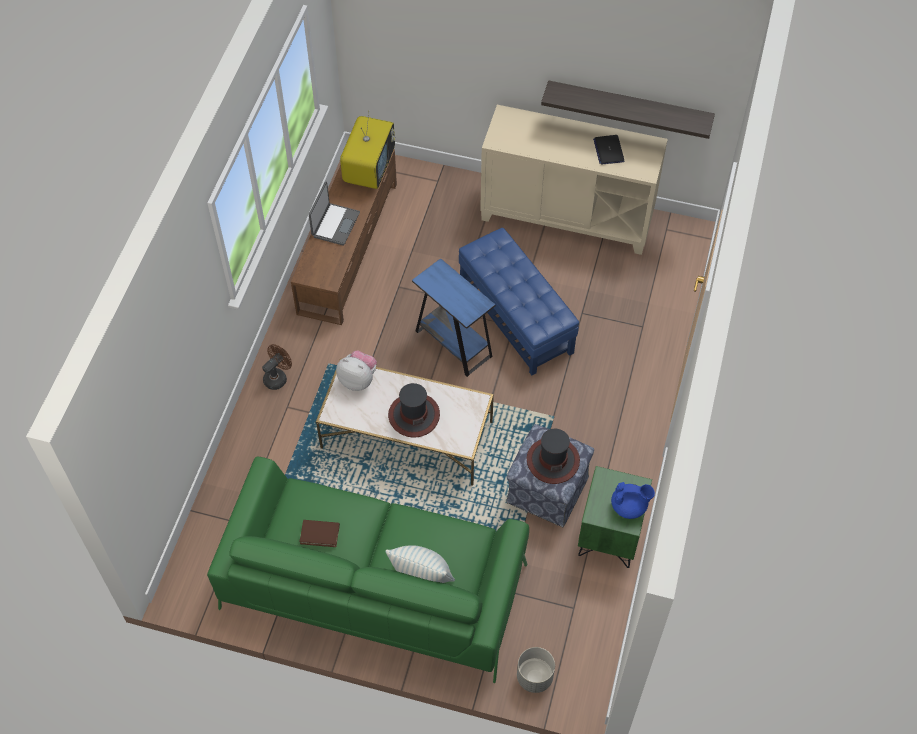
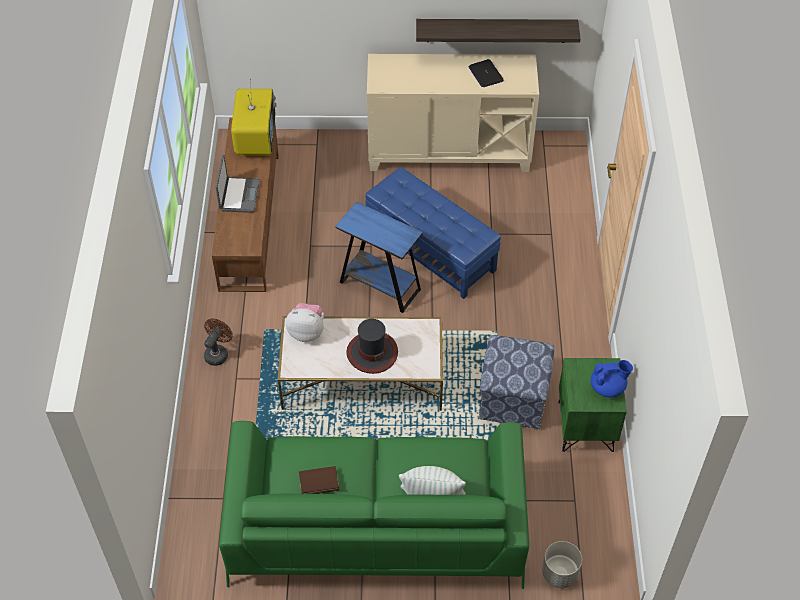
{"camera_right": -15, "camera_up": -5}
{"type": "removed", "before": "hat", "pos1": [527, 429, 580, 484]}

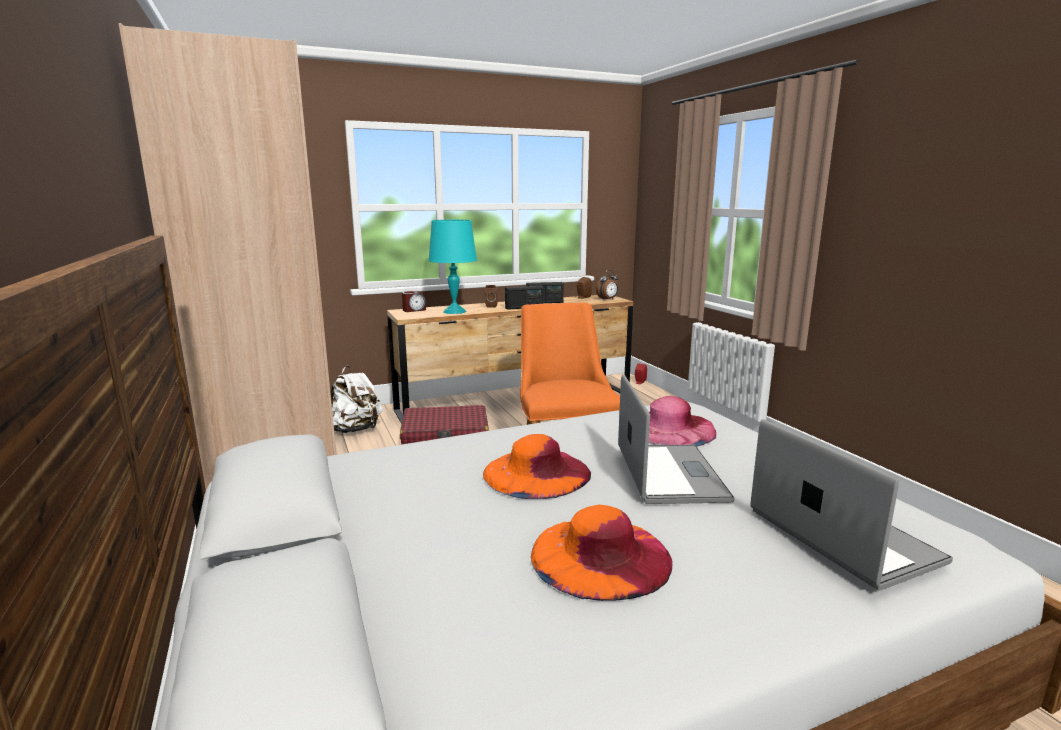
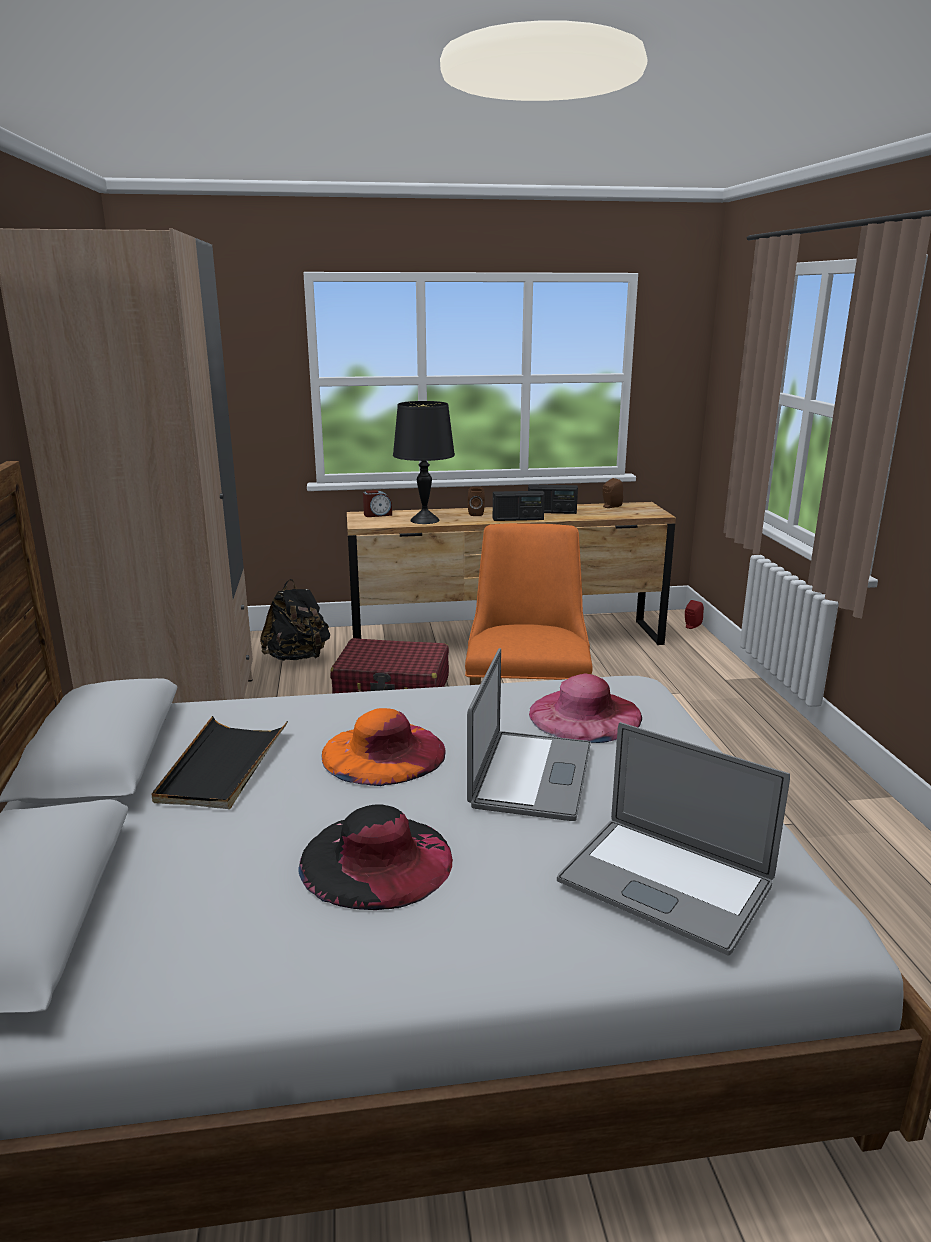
{"camera_right": 15, "camera_up": 5}
{"type": "removed", "before": "alarm clock", "pos1": [596, 270, 619, 299]}
{"type": "added", "after": "black tray", "pos2": [151, 716, 288, 809]}
{"type": "recoloured", "before": "white backpack", "after": "black backpack", "pos1": [330, 365, 383, 433], "pos2": [260, 579, 330, 661]}
{"type": "recoloured", "before": "turquoise table lamp", "after": "black table lamp", "pos1": [428, 220, 477, 314], "pos2": [393, 401, 455, 524]}
{"type": "recoloured", "before": "orange hat", "after": "black hat", "pos1": [531, 505, 673, 601], "pos2": [298, 804, 453, 910]}
{"type": "turned", "before": "laptop", "pos1": [750, 419, 953, 591], "pos2": [557, 722, 790, 956], "turn": 135}

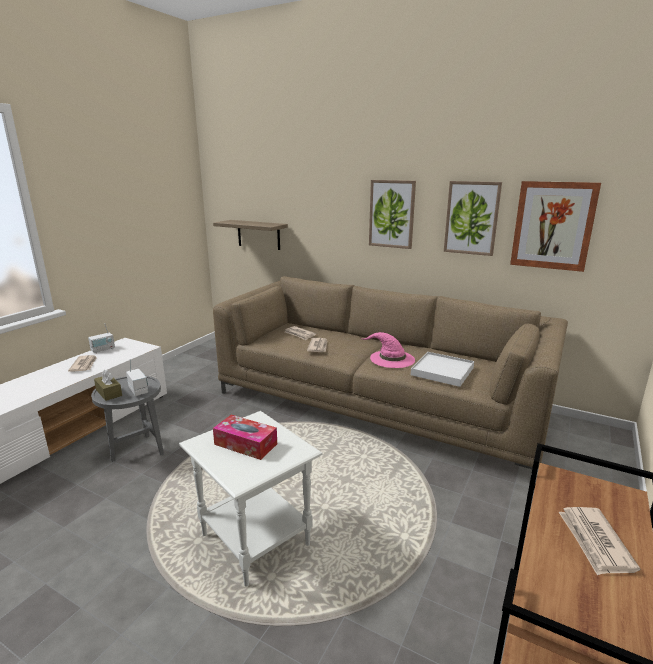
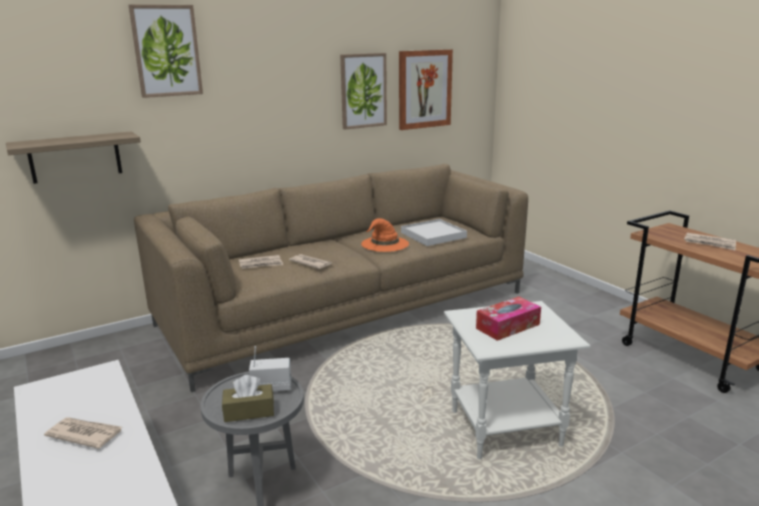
{"camera_right": -60, "camera_up": 0}
{"type": "removed", "before": "radio", "pos1": [88, 325, 115, 353]}
{"type": "moved", "before": "picture", "pos1": [369, 180, 416, 249], "pos2": [129, 5, 203, 98]}
{"type": "recoloured", "before": "pink hat", "after": "orange hat", "pos1": [360, 332, 415, 368], "pos2": [361, 218, 409, 252]}

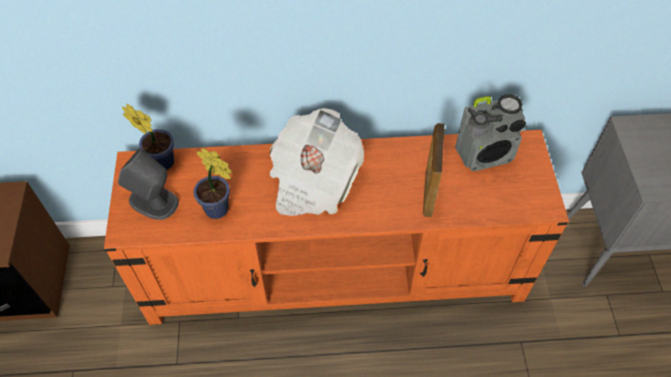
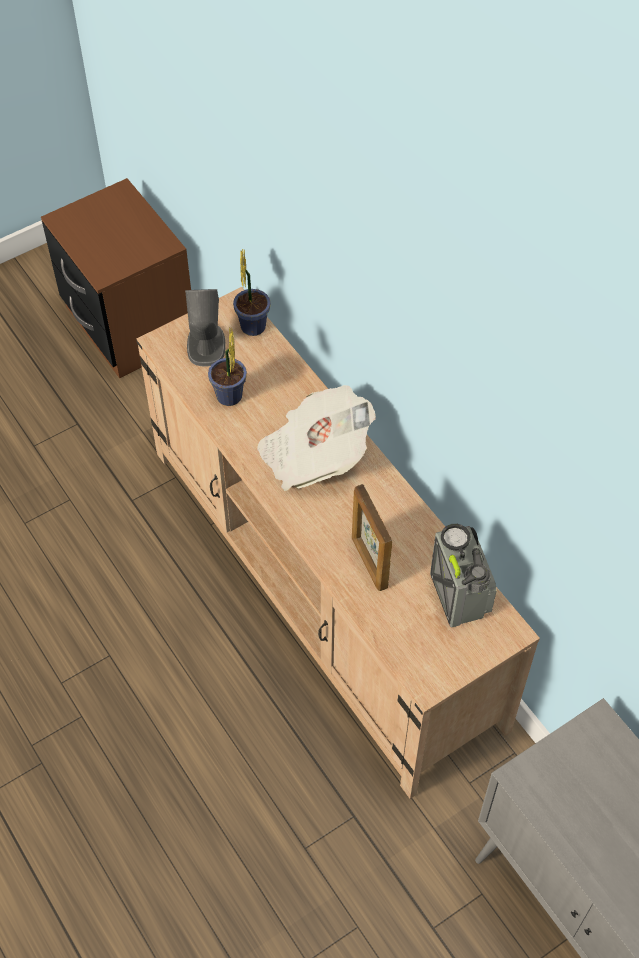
{"camera_right": 60, "camera_up": 0}
{"type": "recoloured", "before": "orange tv stand", "after": "beige tv stand", "pos1": [104, 130, 569, 325], "pos2": [136, 287, 540, 799]}
{"type": "turned", "before": "picture frame", "pos1": [423, 123, 445, 217], "pos2": [352, 484, 392, 591], "turn": -90}
{"type": "turned", "before": "radio", "pos1": [455, 94, 526, 171], "pos2": [430, 524, 497, 627], "turn": -150}

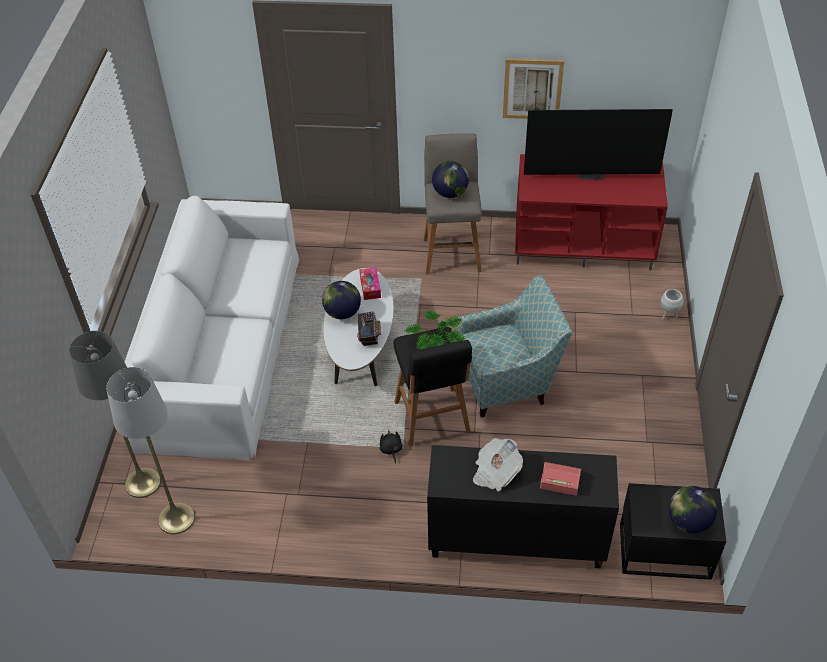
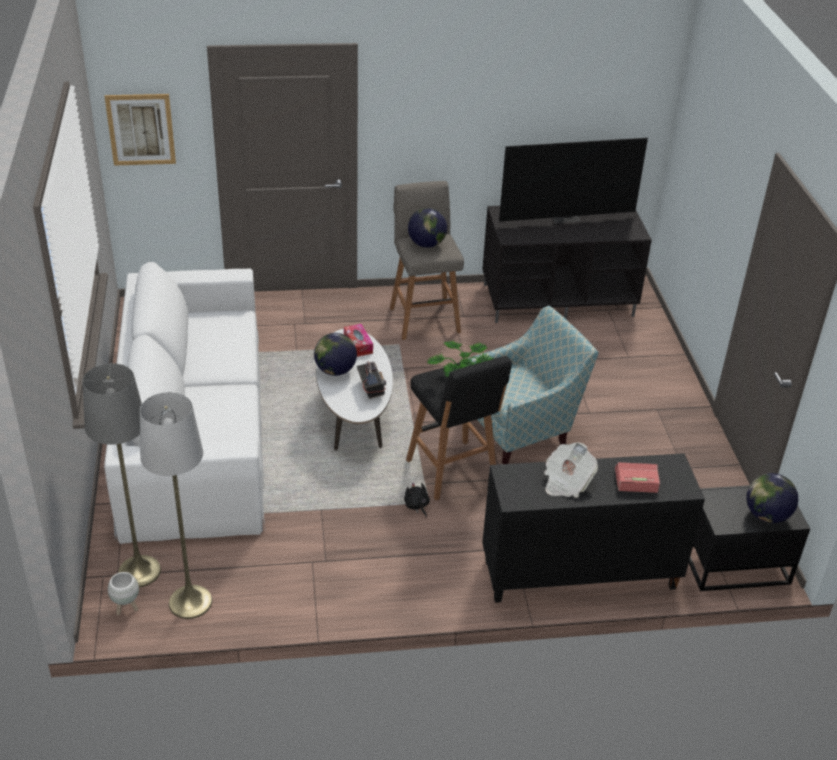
{"camera_right": -15, "camera_up": -10}
{"type": "moved", "before": "picture", "pos1": [503, 59, 564, 119], "pos2": [104, 94, 176, 166]}
{"type": "moved", "before": "white planter", "pos1": [661, 289, 683, 320], "pos2": [108, 572, 139, 615]}
{"type": "recoloured", "before": "red tv stand", "after": "black tv stand", "pos1": [515, 154, 668, 270], "pos2": [482, 206, 652, 323]}

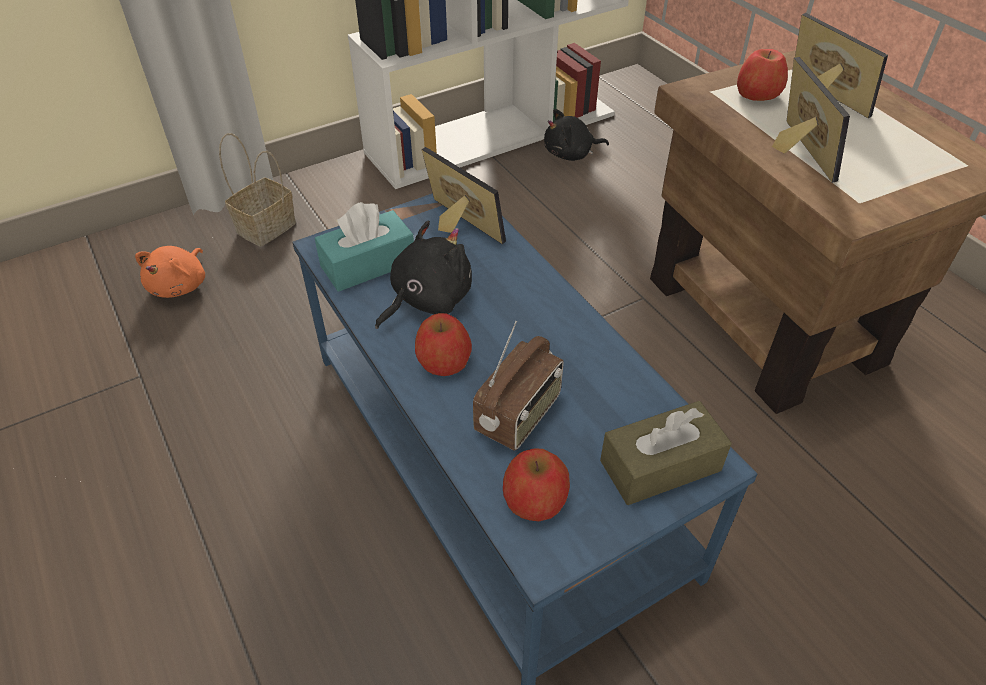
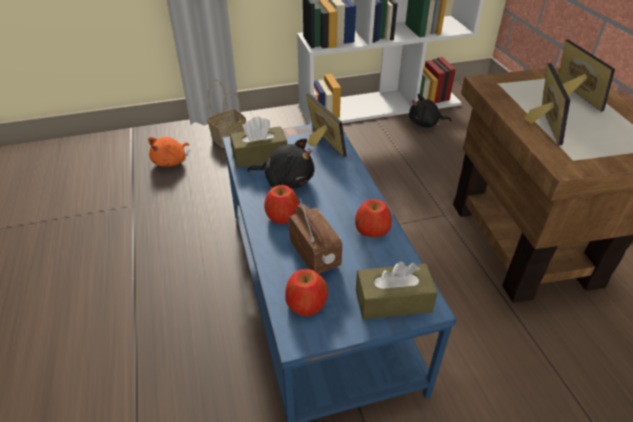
{"camera_right": 15, "camera_up": -5}
{"type": "moved", "before": "apple", "pos1": [737, 49, 788, 101], "pos2": [355, 199, 392, 237]}
{"type": "recoloured", "before": "turquoise tissue box", "after": "brown tissue box", "pos1": [315, 202, 414, 292], "pos2": [230, 116, 287, 168]}
{"type": "turned", "before": "black plush toy", "pos1": [375, 221, 472, 329], "pos2": [247, 138, 315, 189], "turn": 45}
{"type": "turned", "before": "radio", "pos1": [473, 321, 563, 451], "pos2": [289, 198, 342, 274], "turn": -75}

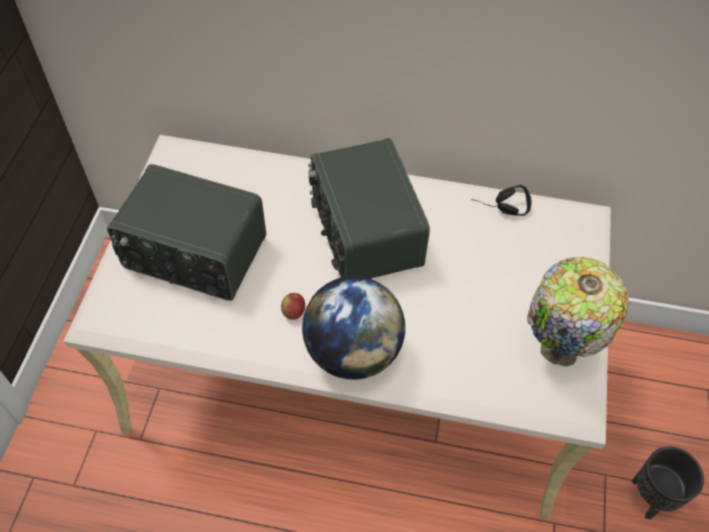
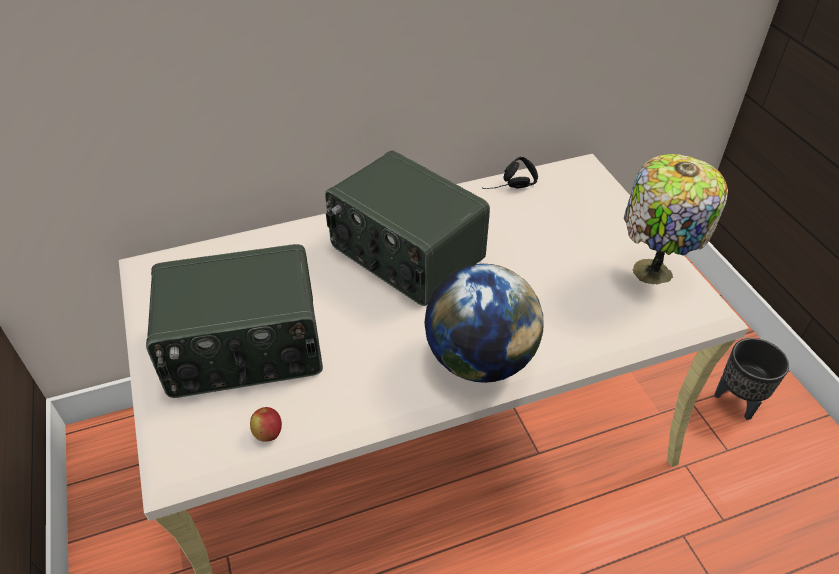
{"camera_right": -30, "camera_up": -10}
{"type": "moved", "before": "apple", "pos1": [281, 293, 305, 320], "pos2": [250, 407, 282, 442]}

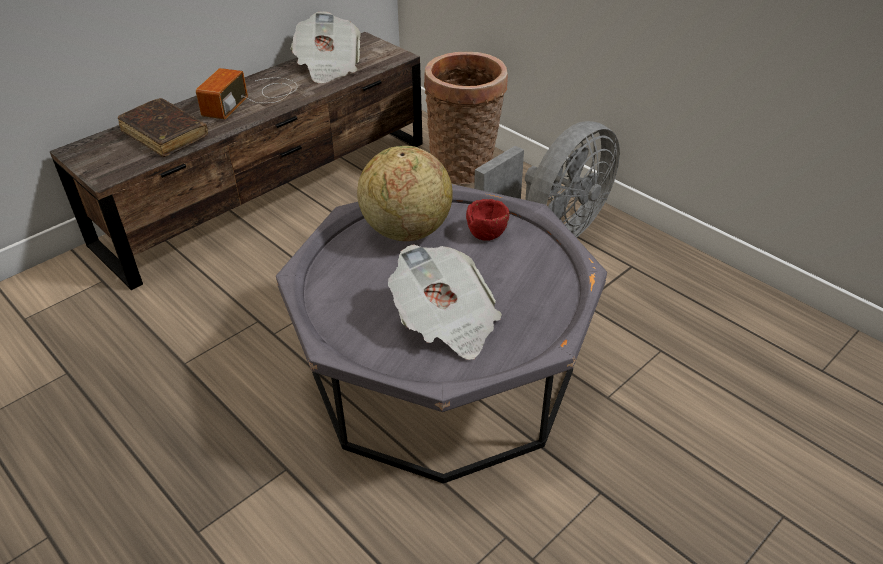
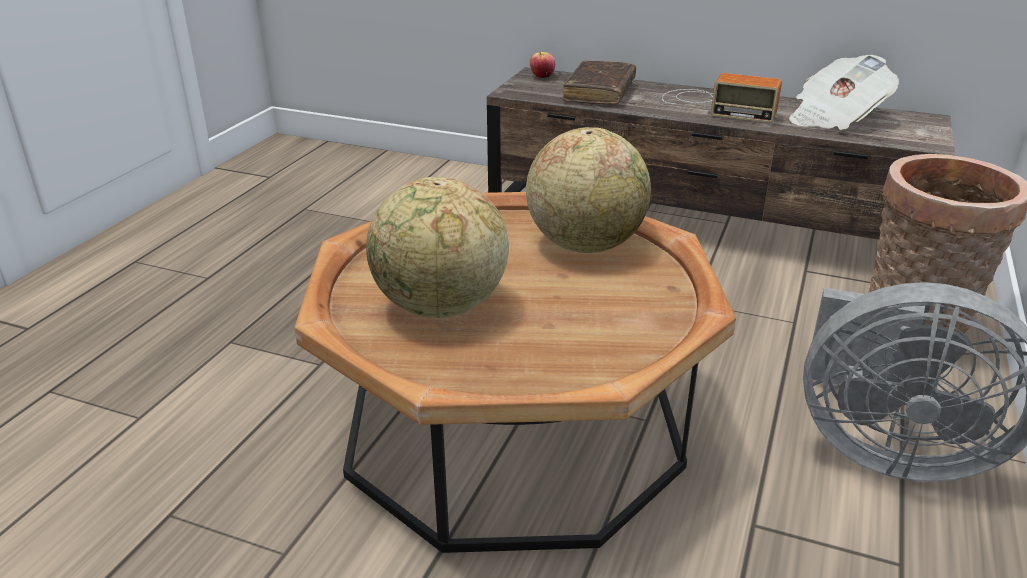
{"camera_right": 65, "camera_up": -10}
{"type": "removed", "before": "red bowl", "pos1": [466, 199, 509, 241]}
{"type": "added", "after": "apple", "pos2": [530, 52, 555, 78]}
{"type": "replaced", "before": "newspaper", "after": "globe", "pos1": [388, 245, 502, 360], "pos2": [366, 177, 509, 318]}
{"type": "recoloured", "before": "grey coffee table", "after": "brown coffee table", "pos1": [276, 184, 607, 484], "pos2": [294, 192, 736, 553]}
{"type": "turned", "before": "radio", "pos1": [196, 68, 298, 119], "pos2": [662, 73, 782, 123], "turn": -150}

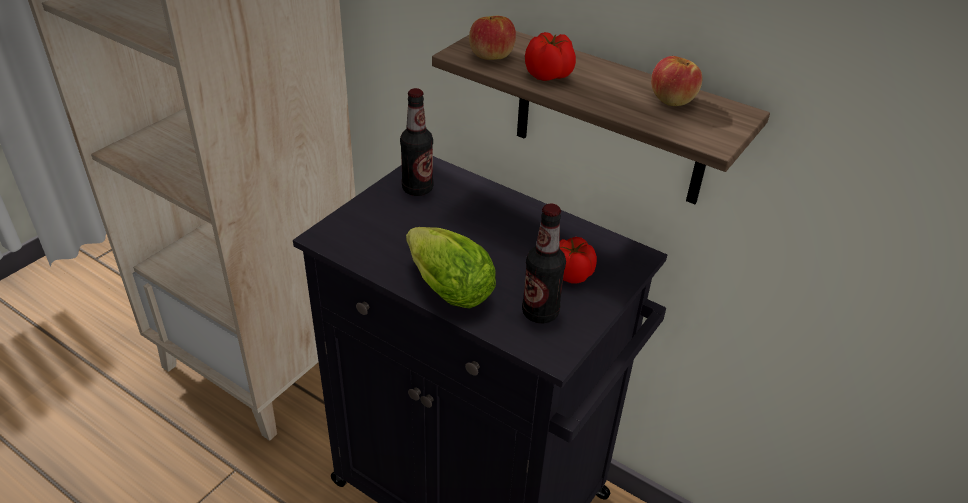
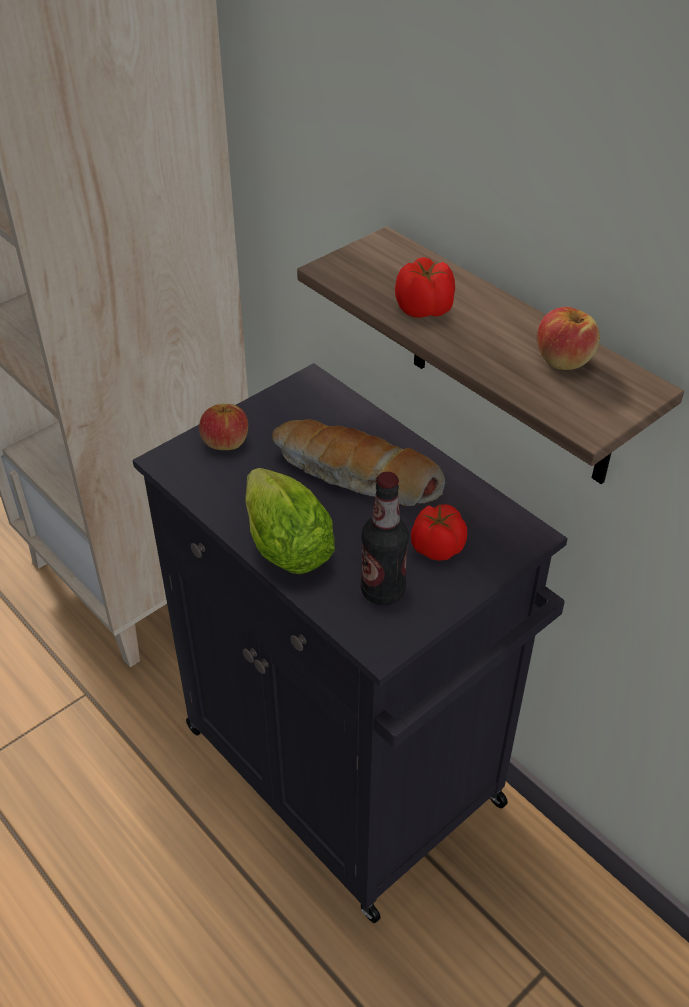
{"camera_right": 15, "camera_up": 5}
{"type": "removed", "before": "bottle", "pos1": [400, 88, 434, 196]}
{"type": "added", "after": "bread", "pos2": [272, 419, 445, 506]}
{"type": "moved", "before": "apple", "pos1": [469, 16, 516, 60], "pos2": [199, 404, 248, 450]}

